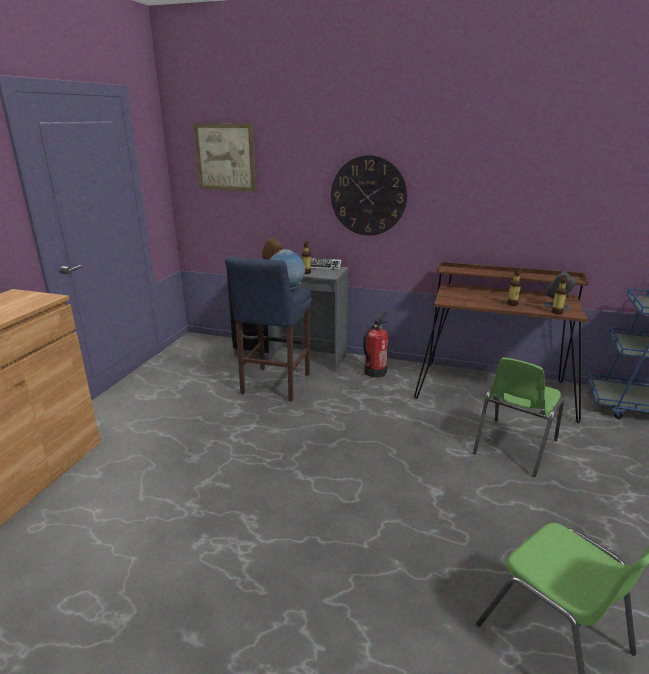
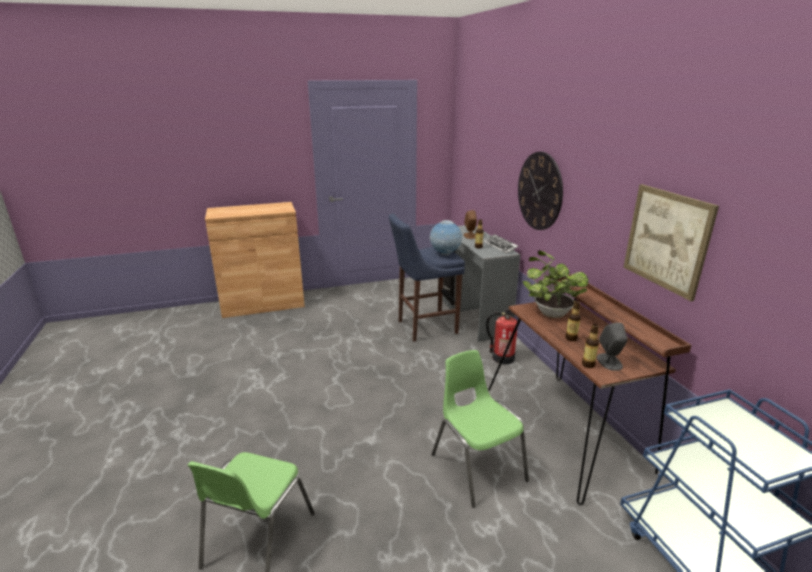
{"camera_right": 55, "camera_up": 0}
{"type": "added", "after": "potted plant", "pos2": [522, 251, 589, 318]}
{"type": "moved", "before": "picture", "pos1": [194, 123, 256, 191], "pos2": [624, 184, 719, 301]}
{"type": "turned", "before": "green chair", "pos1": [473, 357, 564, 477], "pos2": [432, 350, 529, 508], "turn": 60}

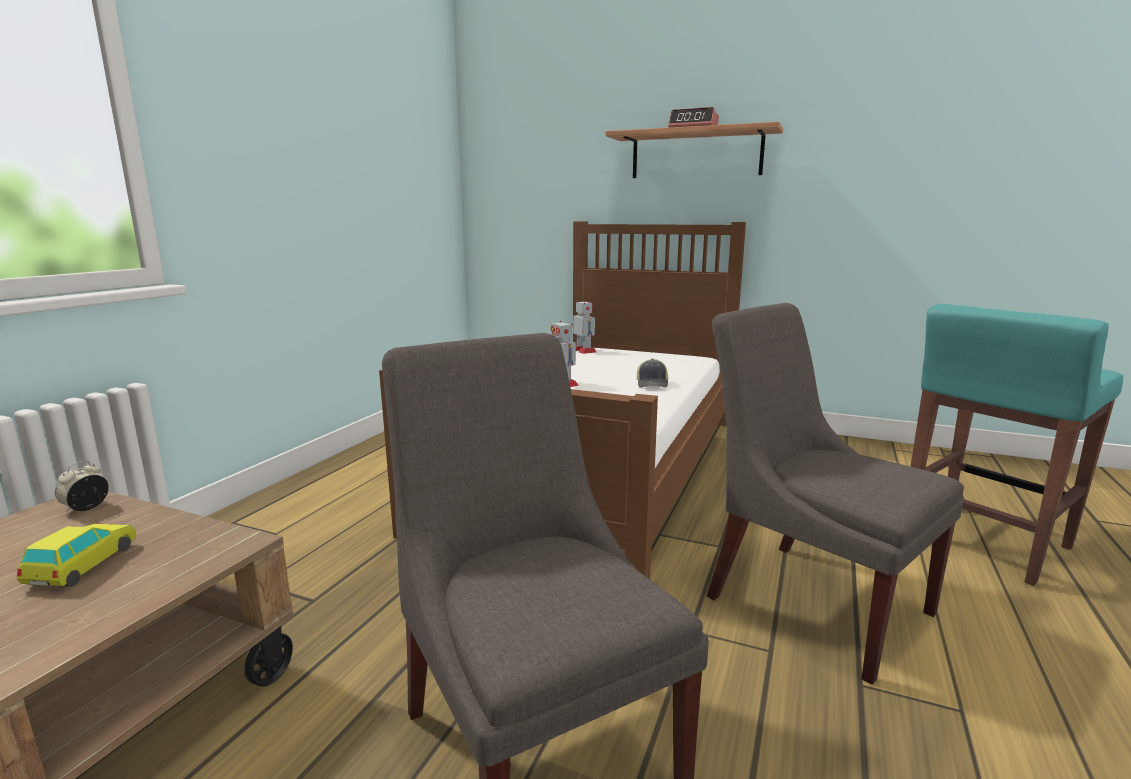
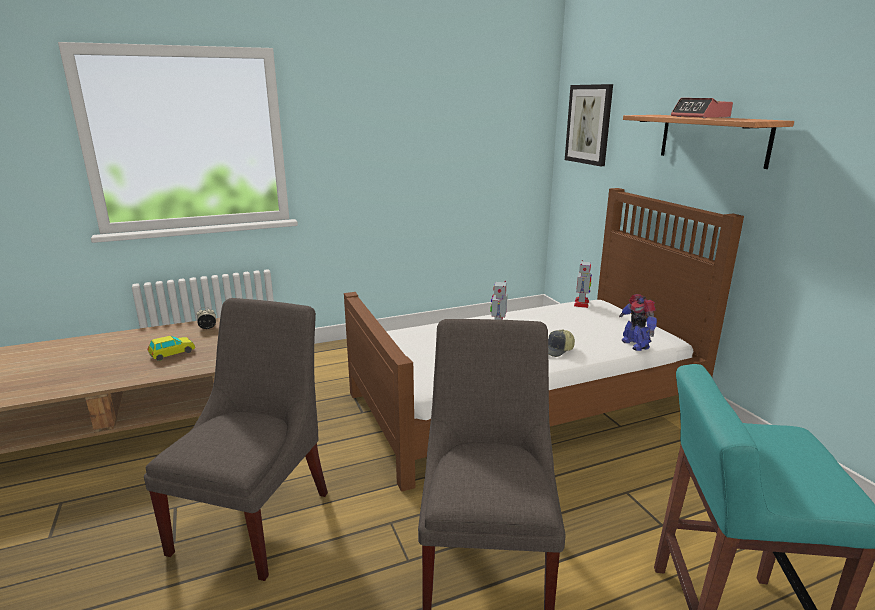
{"camera_right": 45, "camera_up": 5}
{"type": "added", "after": "picture", "pos2": [565, 84, 613, 166]}
{"type": "added", "after": "toy robot", "pos2": [619, 294, 657, 351]}

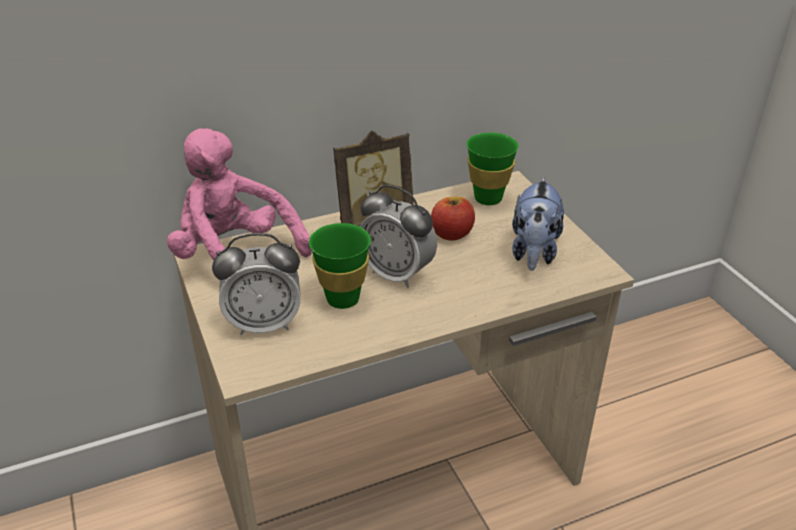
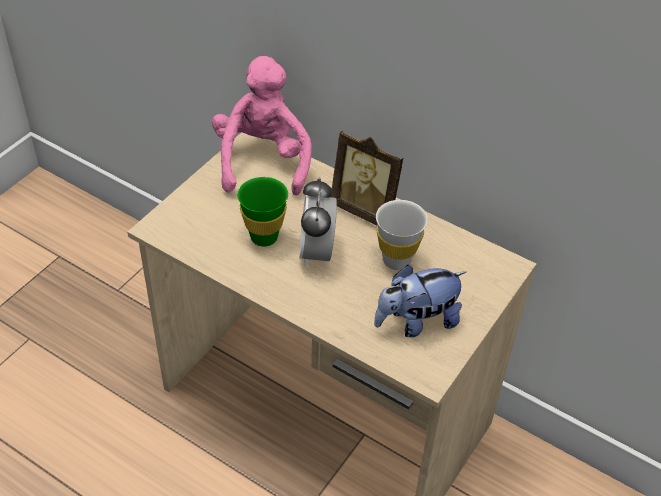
{"camera_right": 55, "camera_up": 10}
{"type": "removed", "before": "alarm clock", "pos1": [212, 233, 301, 335]}
{"type": "removed", "before": "green cup", "pos1": [467, 132, 519, 205]}
{"type": "replaced", "before": "apple", "after": "white cup", "pos1": [431, 196, 475, 241], "pos2": [376, 200, 428, 270]}

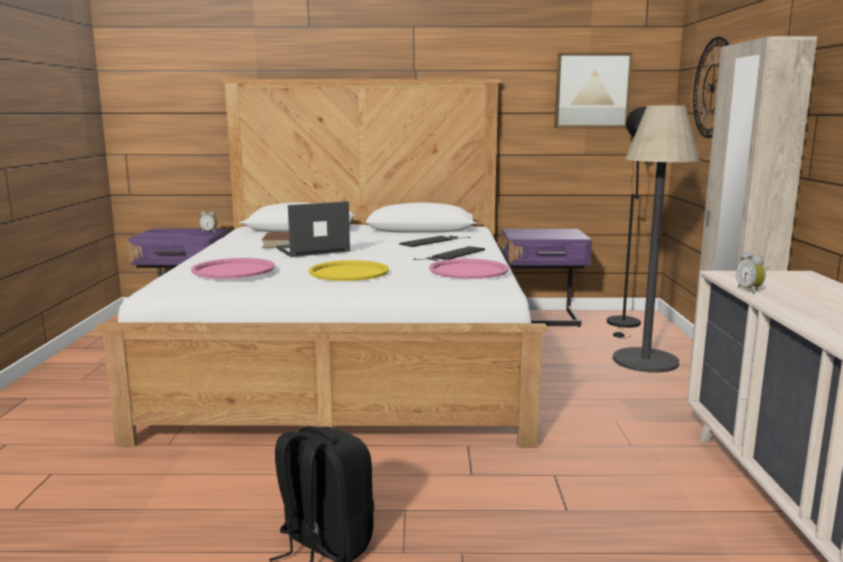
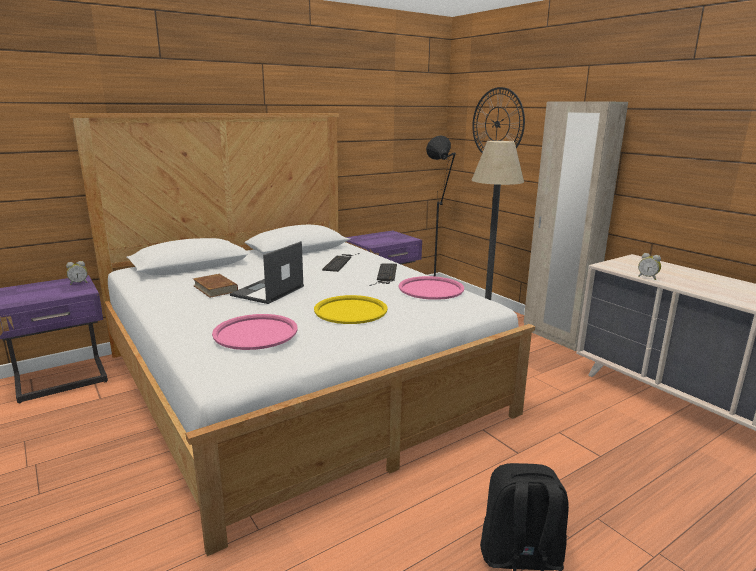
{"camera_right": -35, "camera_up": 5}
{"type": "removed", "before": "picture", "pos1": [554, 53, 633, 128]}

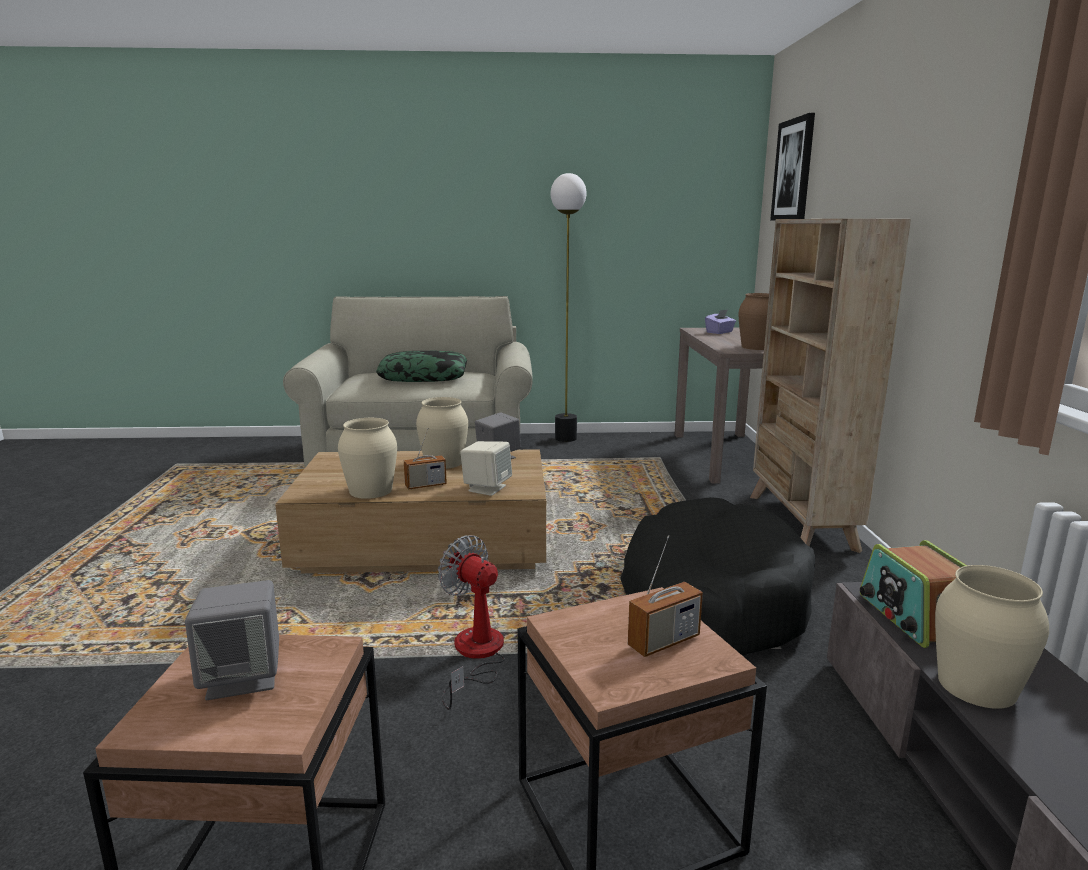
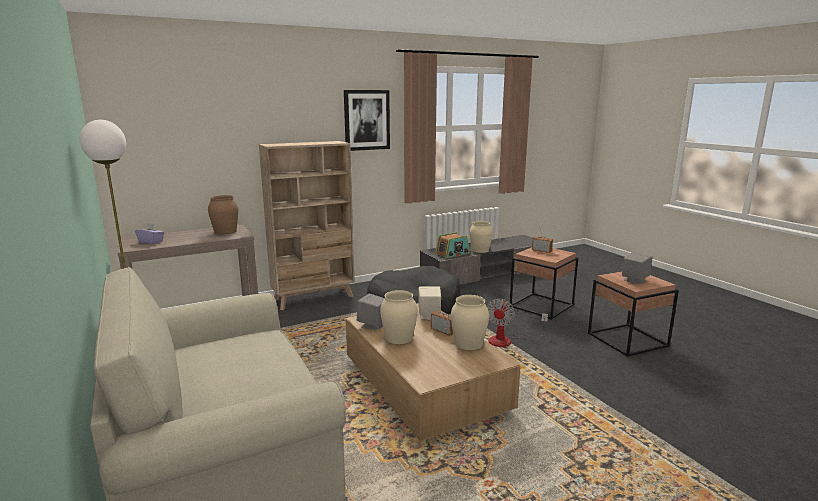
{"camera_right": -115, "camera_up": 0}
{"type": "removed", "before": "pillow", "pos1": [376, 351, 467, 382]}
{"type": "moved", "before": "picture", "pos1": [770, 113, 815, 221], "pos2": [344, 90, 390, 151]}

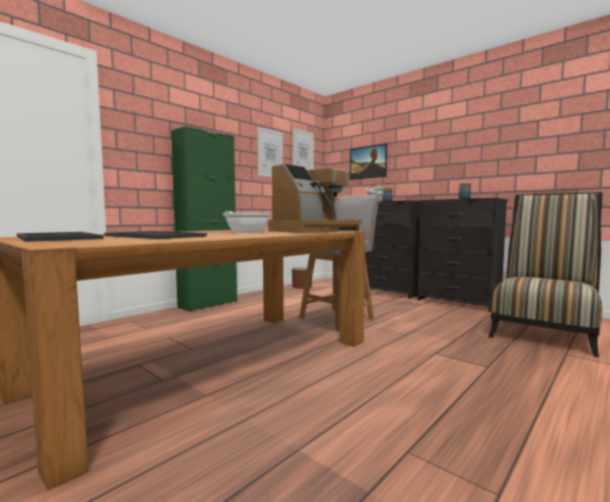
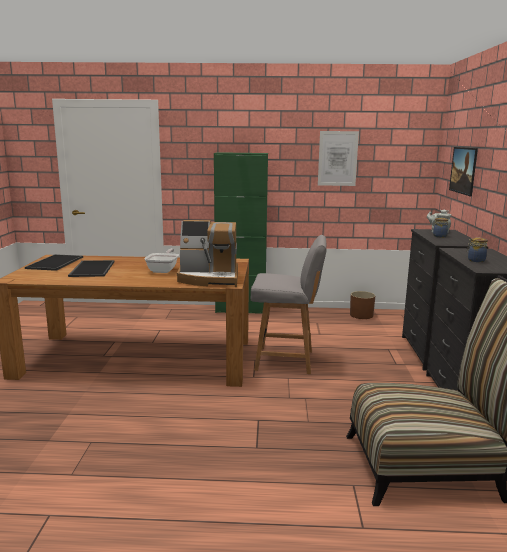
{"camera_right": 50, "camera_up": 10}
{"type": "removed", "before": "picture", "pos1": [292, 128, 313, 170]}

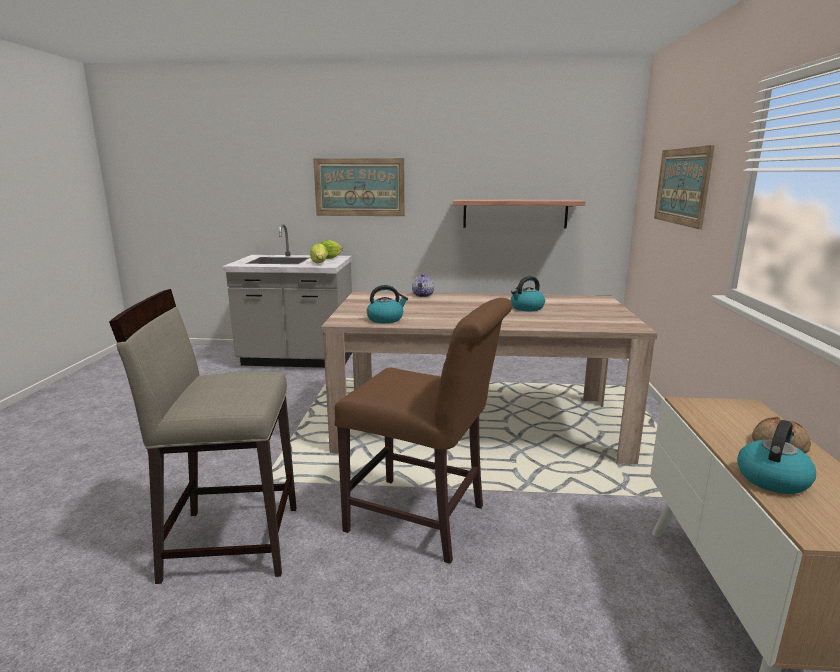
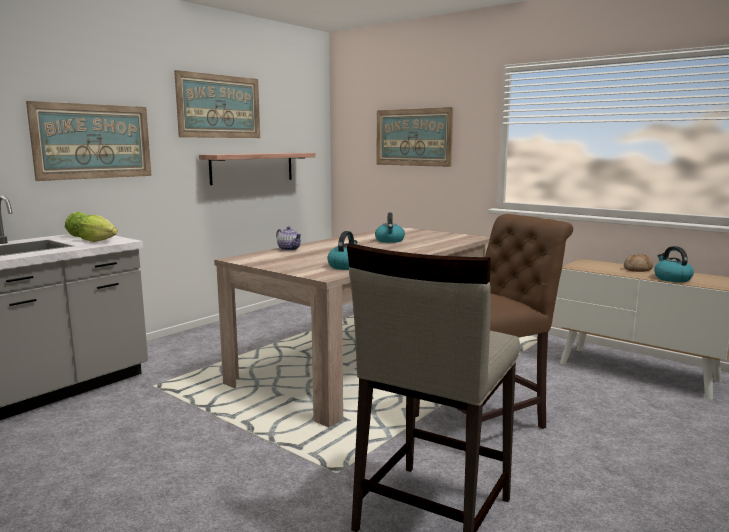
{"camera_right": -55, "camera_up": -5}
{"type": "added", "after": "picture", "pos2": [174, 70, 260, 138]}

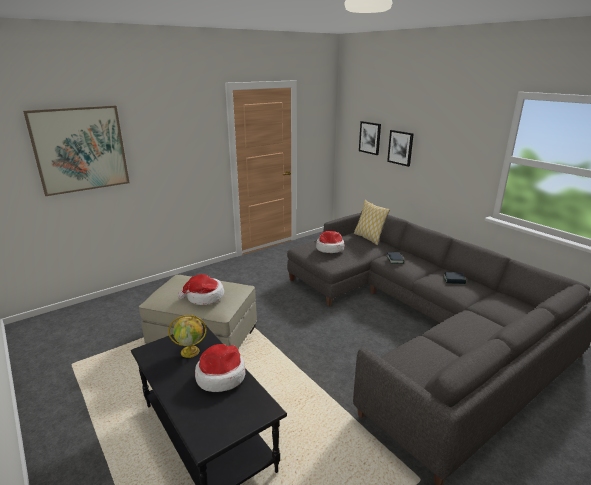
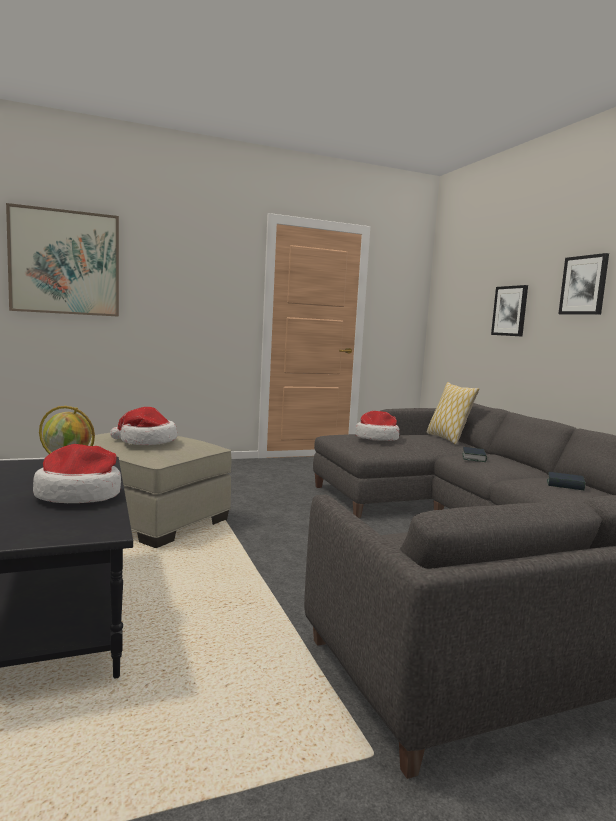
{"camera_right": 15, "camera_up": -15}
{"type": "moved", "before": "picture", "pos1": [359, 121, 381, 155], "pos2": [558, 253, 609, 315]}

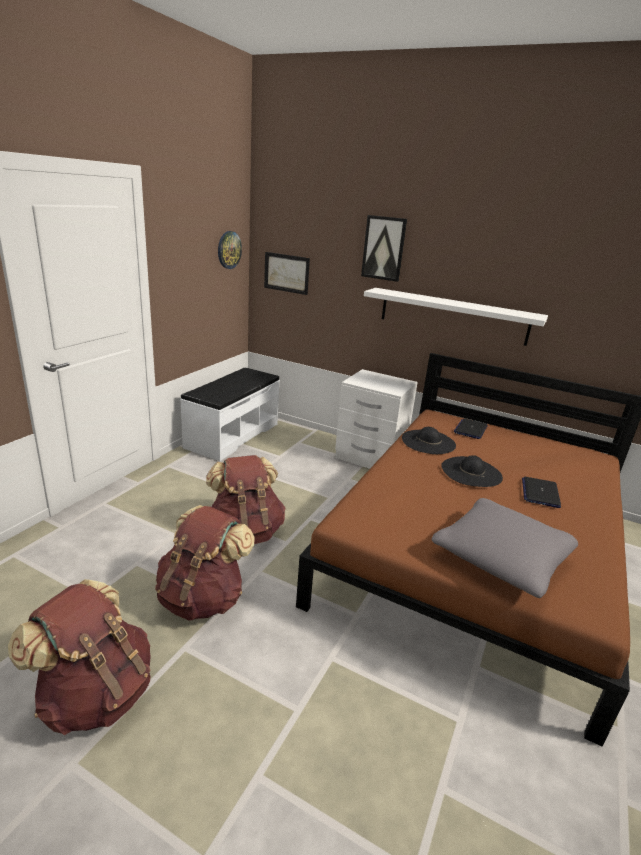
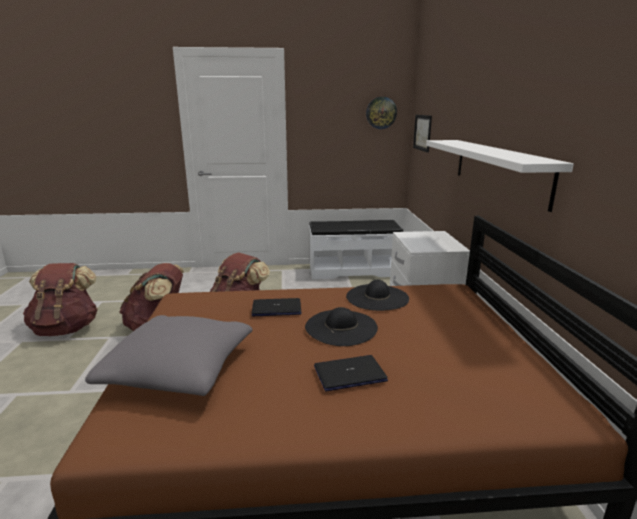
{"camera_right": 60, "camera_up": -5}
{"type": "removed", "before": "picture", "pos1": [361, 215, 407, 282]}
{"type": "moved", "before": "laptop", "pos1": [453, 419, 488, 439], "pos2": [252, 298, 301, 316]}

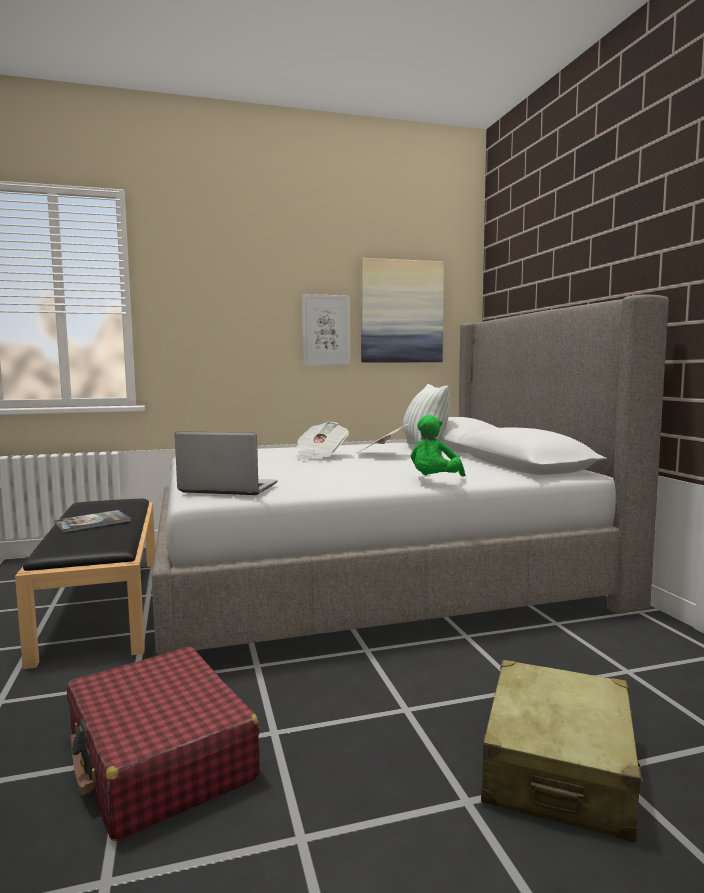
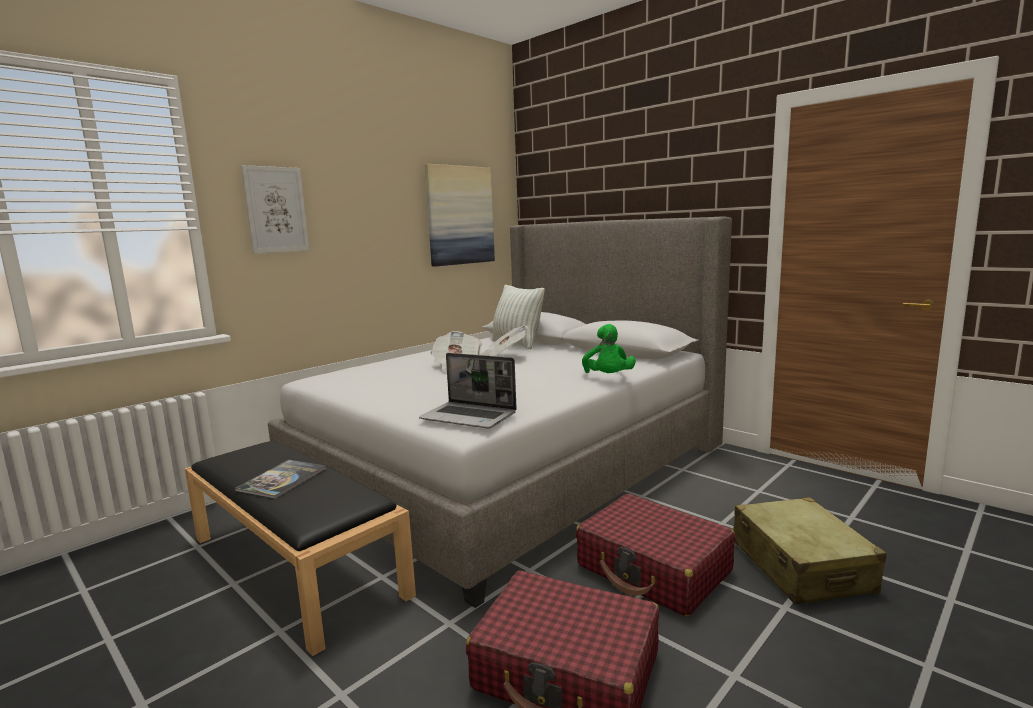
{"camera_right": -30, "camera_up": 5}
{"type": "added", "after": "red suitcase", "pos2": [575, 494, 735, 617]}
{"type": "moved", "before": "picture", "pos1": [302, 294, 350, 366], "pos2": [241, 165, 309, 254]}
{"type": "turned", "before": "laptop", "pos1": [175, 431, 278, 495], "pos2": [419, 353, 517, 429], "turn": -135}

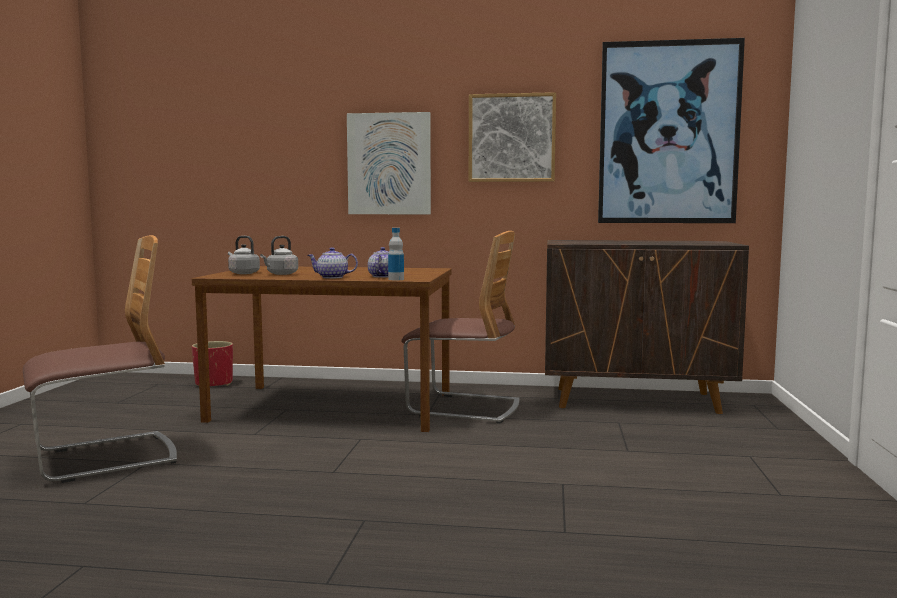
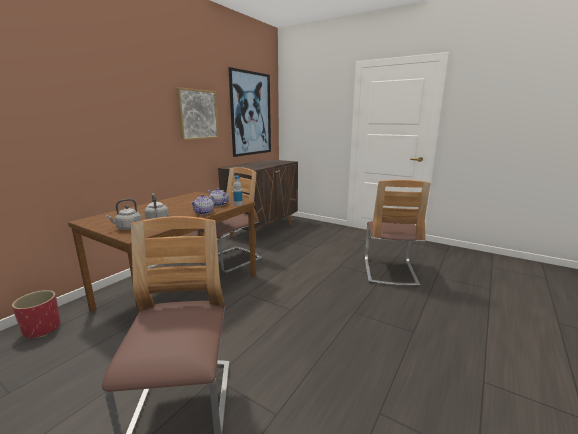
{"camera_right": -65, "camera_up": 10}
{"type": "removed", "before": "picture", "pos1": [347, 112, 431, 214]}
{"type": "added", "after": "chair", "pos2": [365, 180, 431, 286]}

